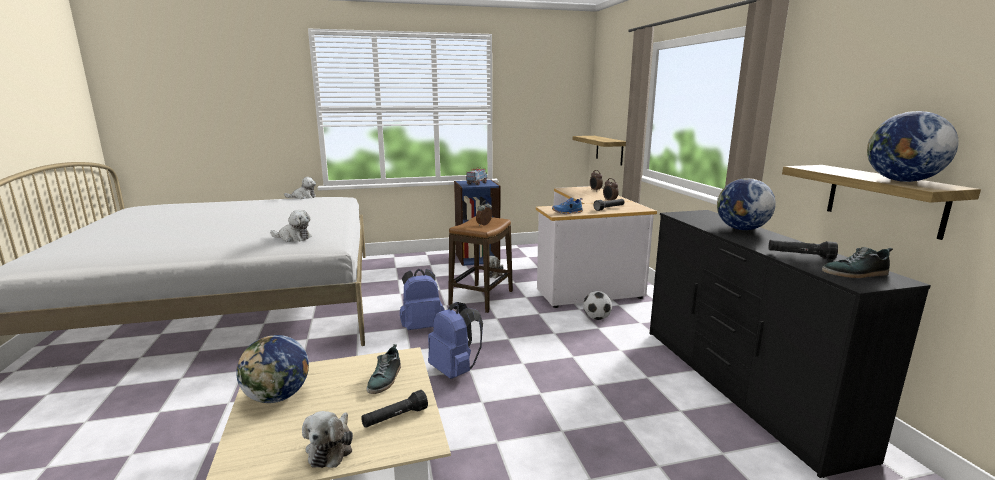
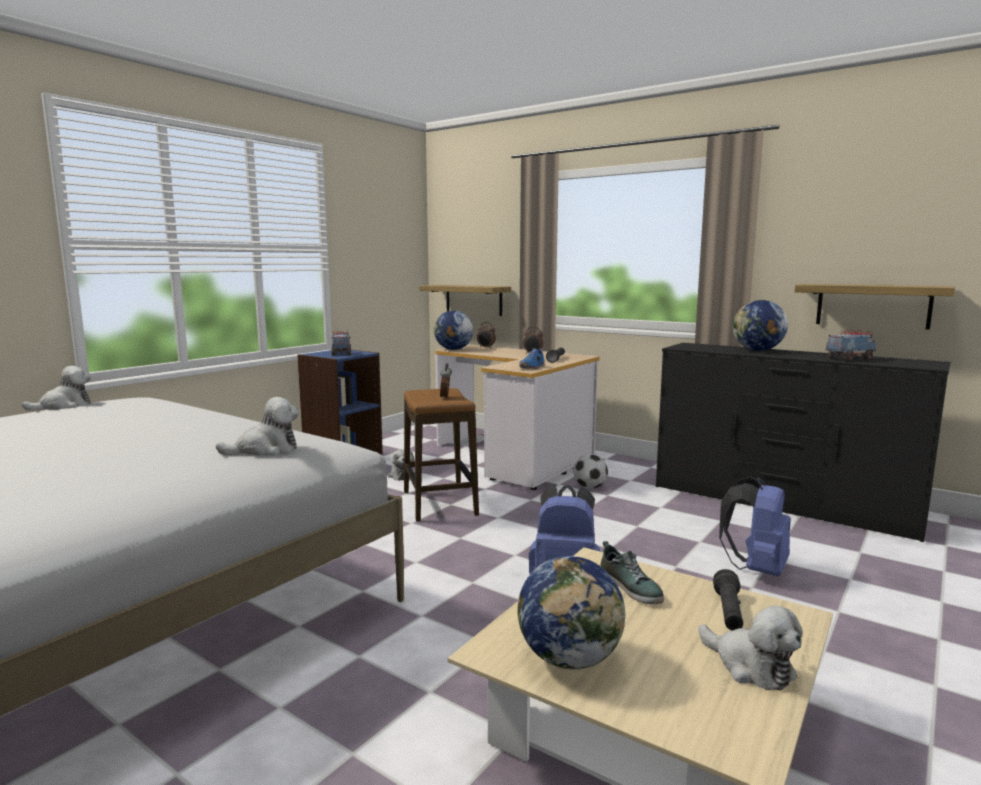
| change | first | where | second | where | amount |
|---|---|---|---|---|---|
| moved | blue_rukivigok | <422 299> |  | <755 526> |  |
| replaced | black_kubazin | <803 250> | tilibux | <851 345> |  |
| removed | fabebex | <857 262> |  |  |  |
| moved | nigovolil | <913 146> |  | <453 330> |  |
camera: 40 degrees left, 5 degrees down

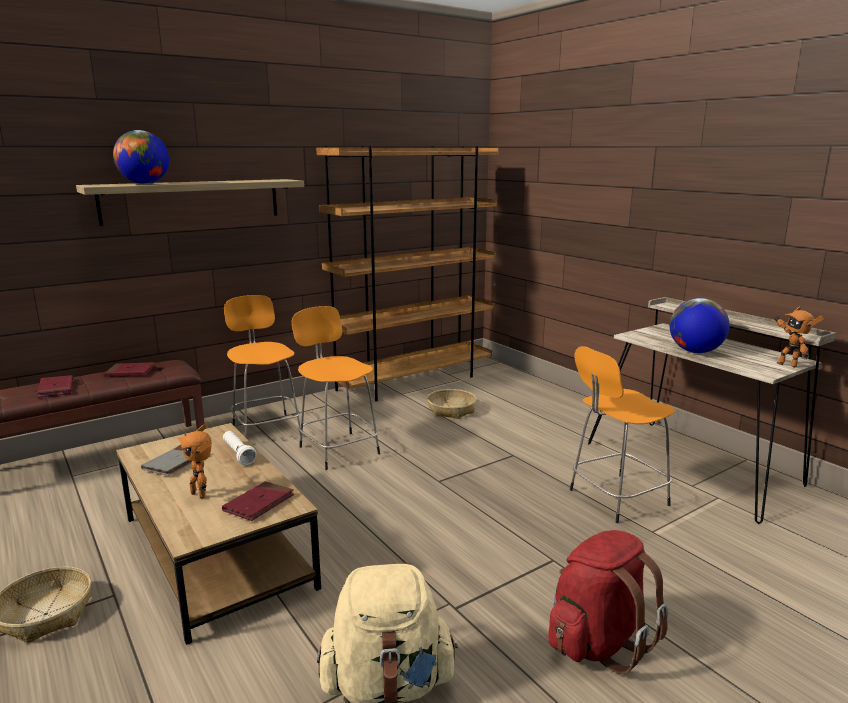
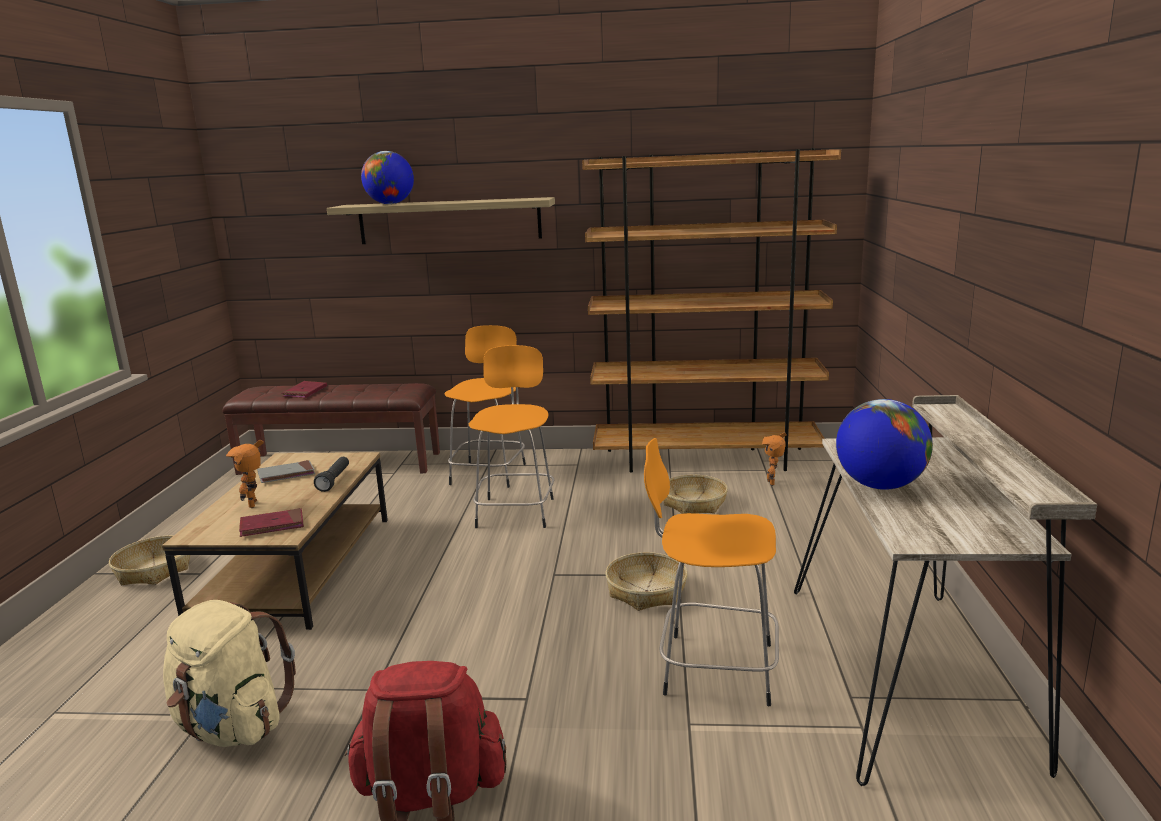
| change | first | where | second | where | amount |
|---|---|---|---|---|---|
| removed | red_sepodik | <130 369> |  |  |  |
| recoloured | white_kubazin | <240 448> | black_kubazin | <331 474> |  |
| moved | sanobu | <799 336> |  | <774 459> |  |
| added |  |  | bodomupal | <647 581> |  |
camera: 40 degrees right, 0 degrees up

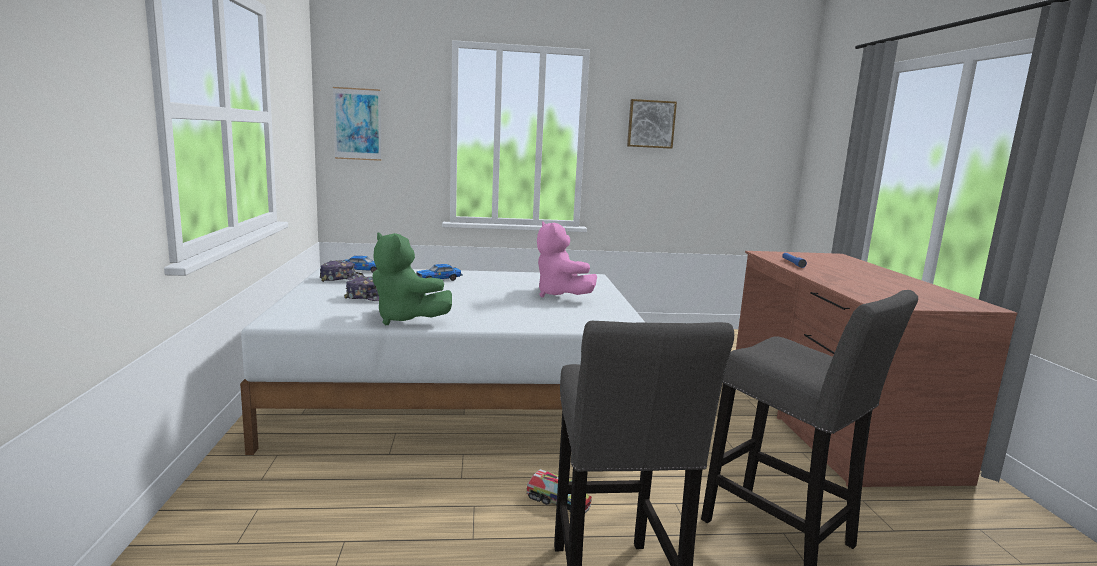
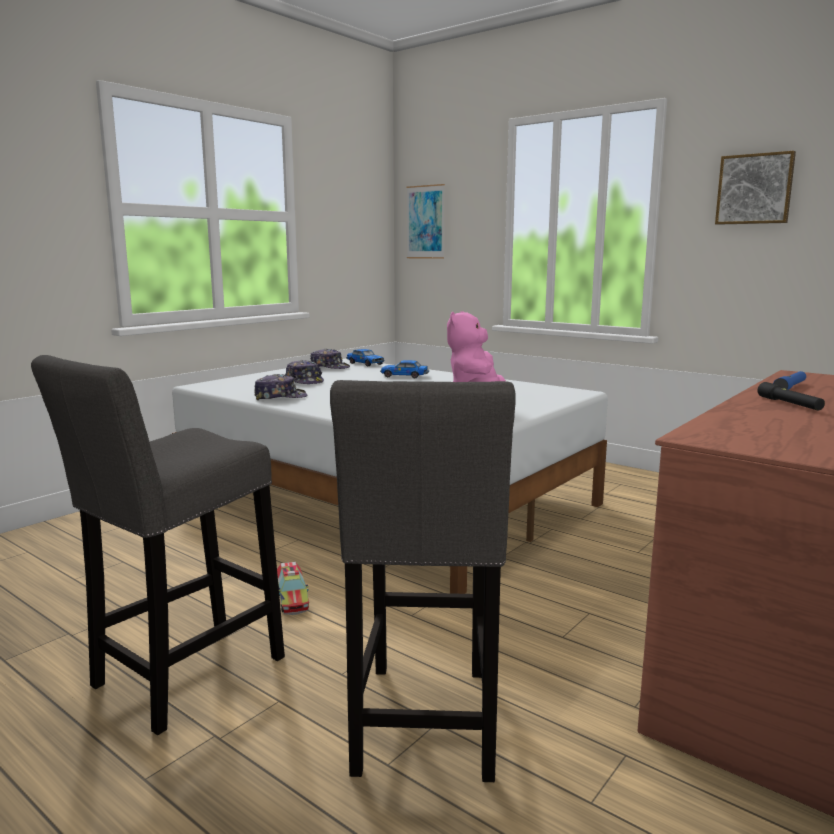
| change | first | where | second | where | amount |
|---|---|---|---|---|---|
| replaced | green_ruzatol | <412 278> | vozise | <280 387> |  |
| added |  |  | black_kubazin | <791 396> |  |
camera: 45 degrees right, 0 degrees up

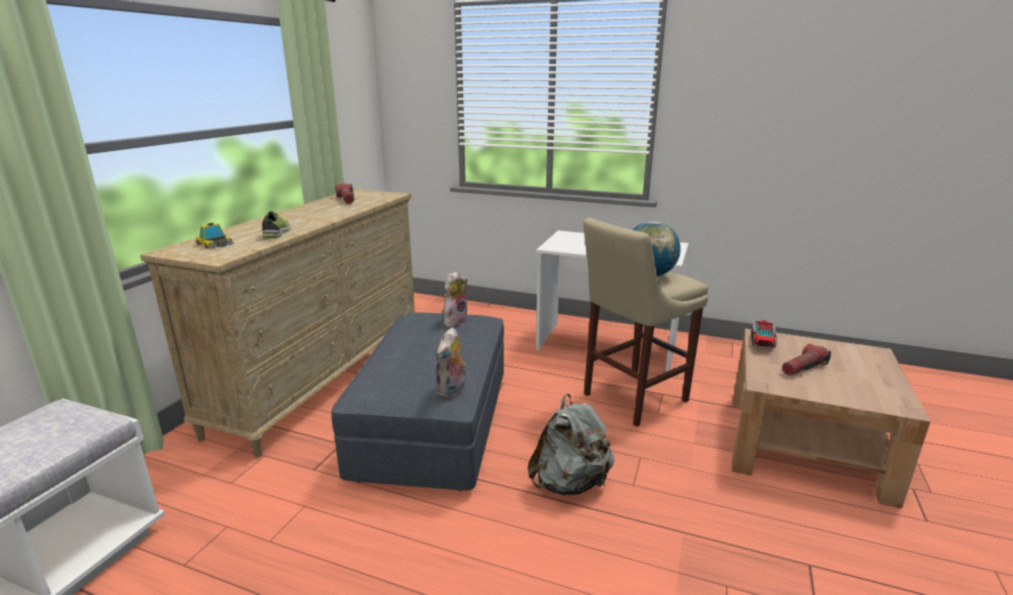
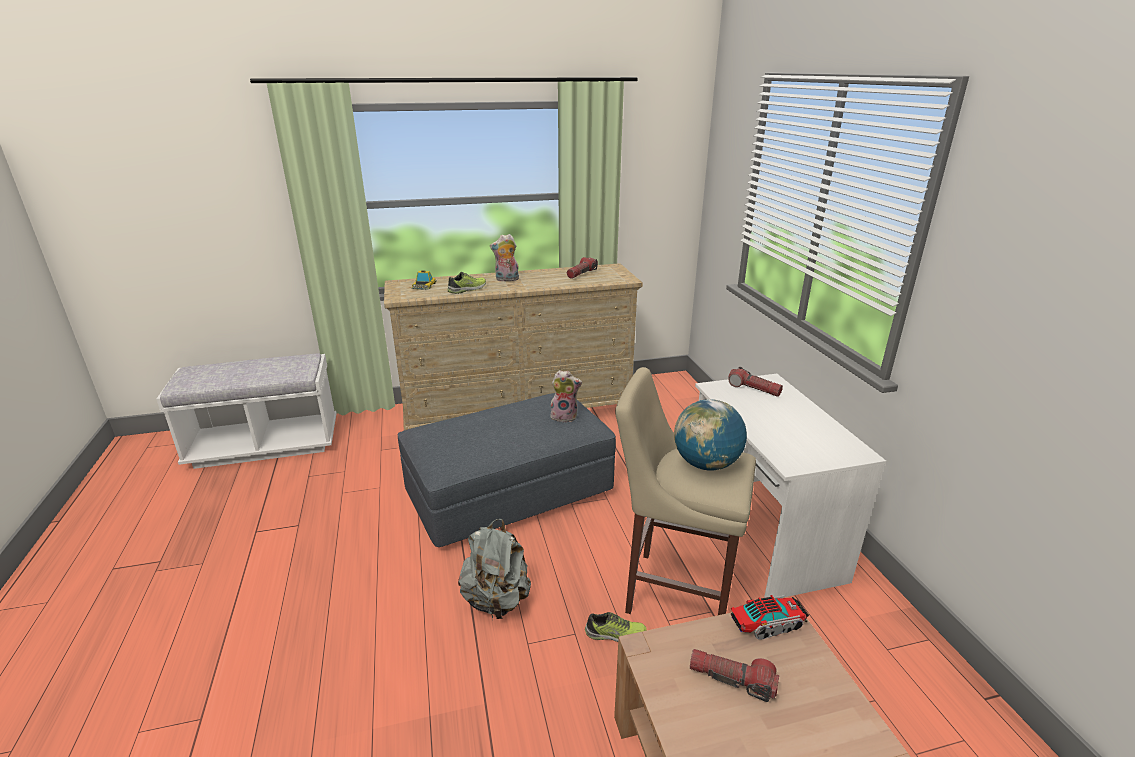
| change | first | where | second | where | amount |
|---|---|---|---|---|---|
| moved | ruzatol | <451 363> |  | <504 258> |  |
| added |  |  | fabebex | <616 627> |  |
| added |  |  | kubazin | <755 382> |  |
camera: 55 degrees right, 5 degrees up

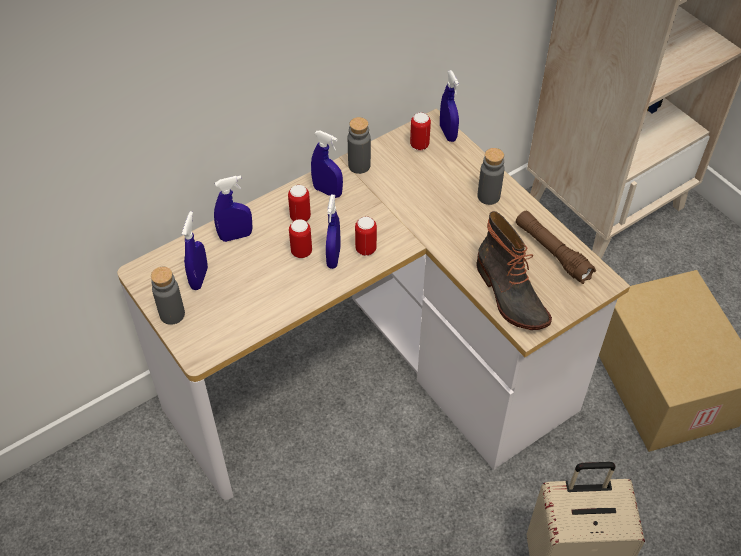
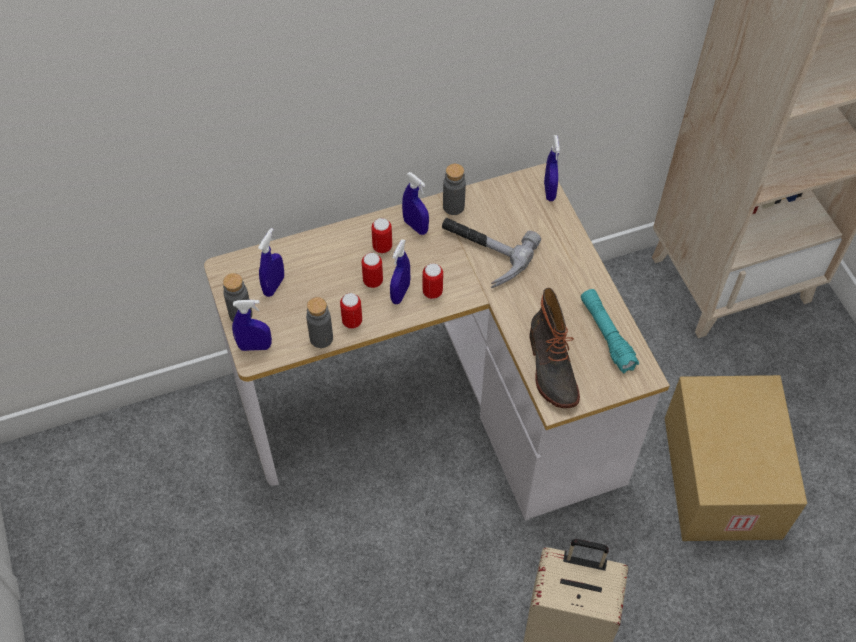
| change | first | where | second | where | amount |
|---|---|---|---|---|---|
| moved | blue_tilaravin | <233 208> |  | <252 325> |  |
| moved | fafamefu | <420 131> |  | <351 311> |  |
| moved | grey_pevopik | <491 176> |  | <319 322> |  |
| recoloured | brown_kubazin | <556 247> | turquoise_kubazin | <610 331> |  |
| added |  |  | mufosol | <491 253> |  |
camera: 15 degrees right, 5 degrees up

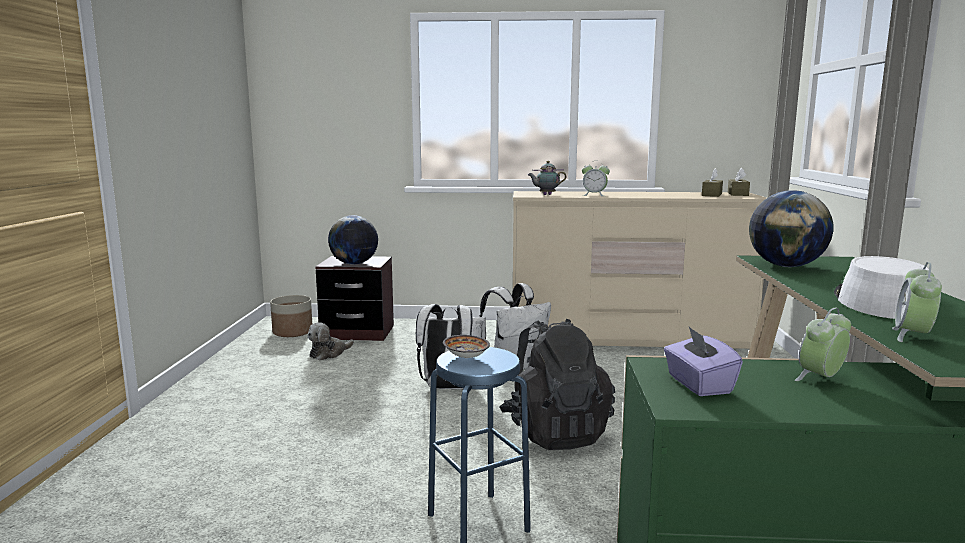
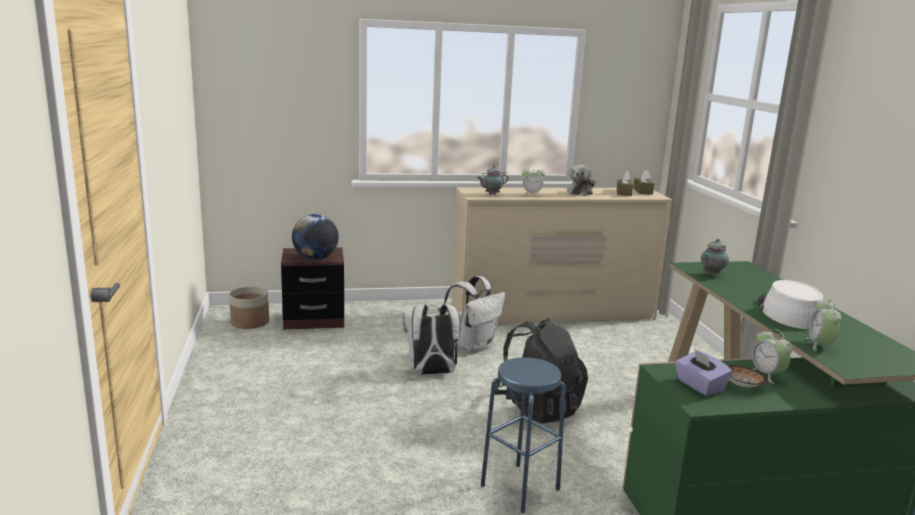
| change | first | where | second | where | amount |
|---|---|---|---|---|---|
| moved | ruzatol | <330 341> |  | <581 180> |  |
| moved | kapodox | <466 346> |  | <746 376> |  |
| replaced | nigovolil | <791 228> | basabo | <715 257> |  |
| turned | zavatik | <823 344> |  | <772 356> | 60 degrees counterclockwise |
camera: 15 degrees left, 5 degrees up

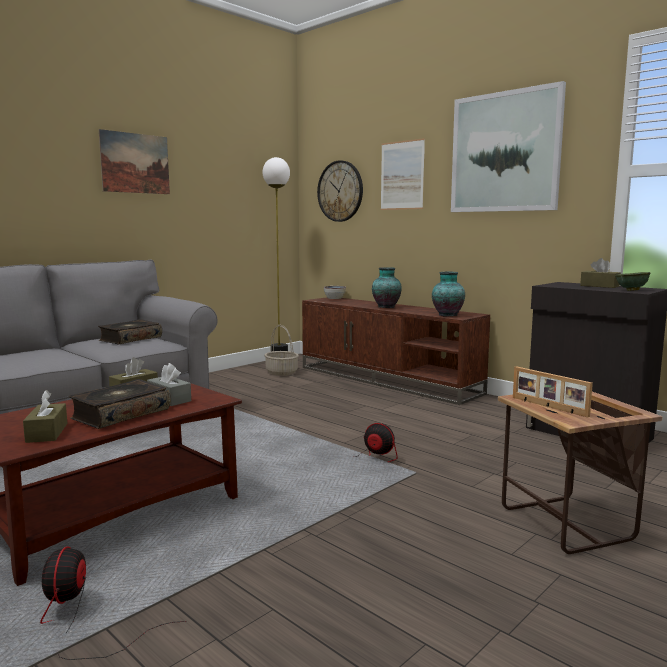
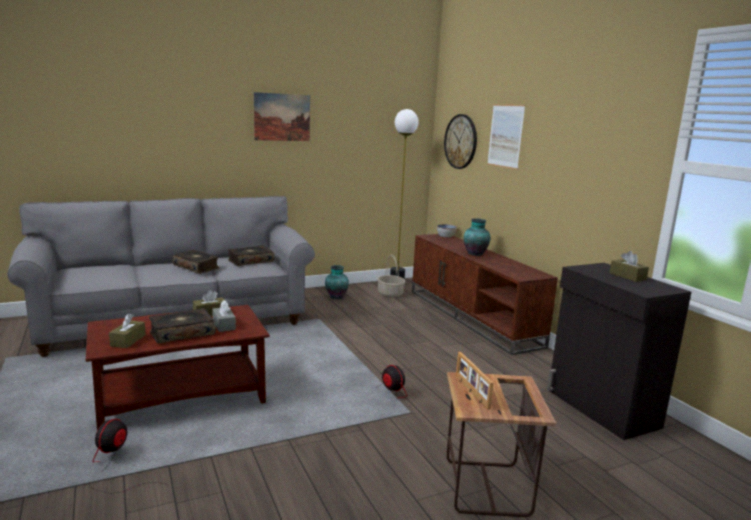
| change | first | where | second | where | amount |
|---|---|---|---|---|---|
| moved | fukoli | <448 294> |  | <337 282> |  |
| removed | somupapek | <508 146> |  |  |  |
| removed | green_kapodox | <632 281> |  |  |  |
| added |  |  | sepodik | <196 261> |  |
camera: 20 degrees right, 5 degrees up

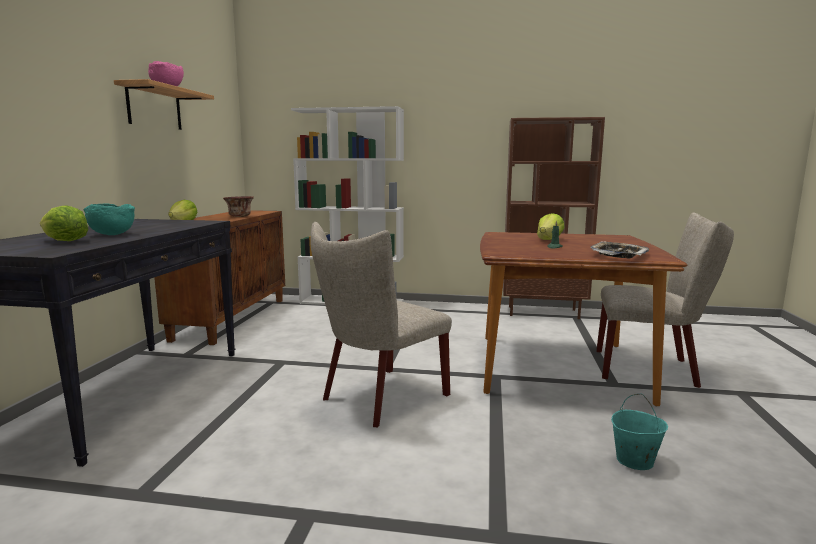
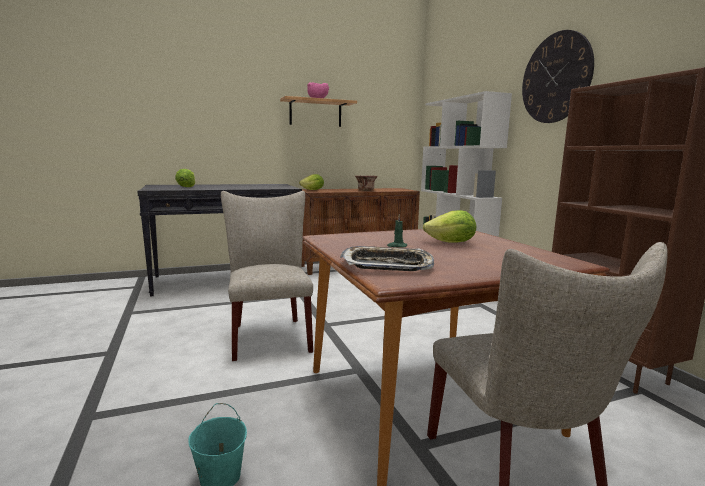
| change | first | where | second | where | amount |
|---|---|---|---|---|---|
| removed | turquoise_kapodox | <109 219> |  |  |  |
| turned | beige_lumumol | <381 324> |  | <267 276> | 60 degrees clockwise |
| added |  |  | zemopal | <558 76> |  |
camera: 60 degrees right, 0 degrees up

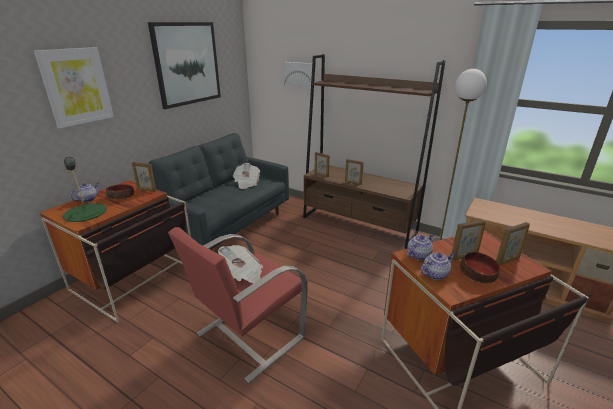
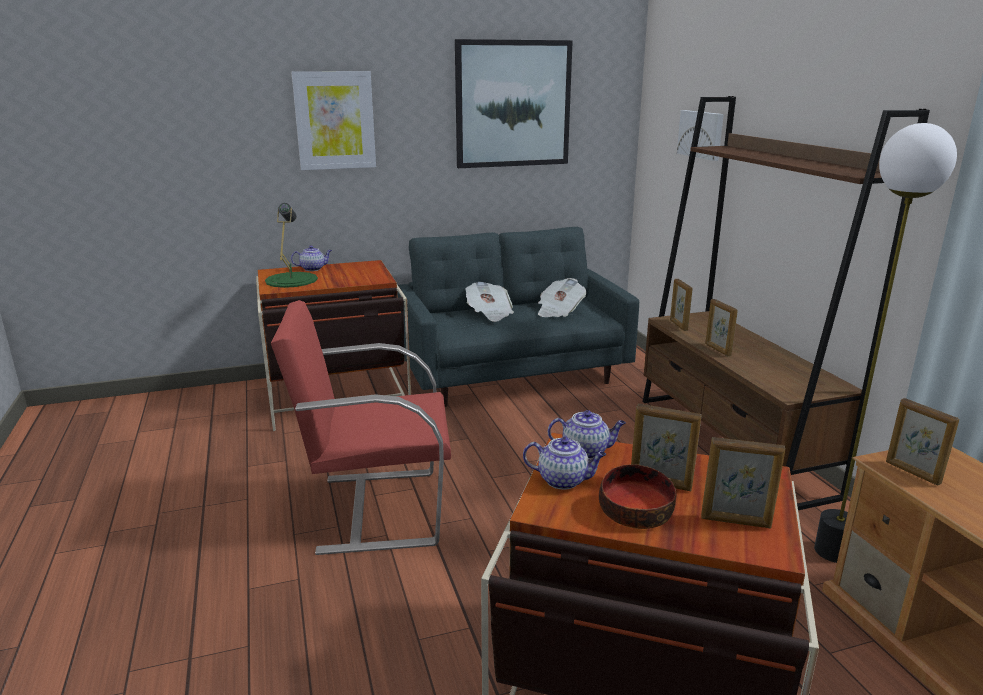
| change | first | where | second | where | amount |
|---|---|---|---|---|---|
| removed | kapodox | <120 192> |  |  |  |
| moved | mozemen | <144 177> |  | <922 442> |  |
| moved | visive | <240 264> |  | <489 302> |  |
camera: 40 degrees right, 5 degrees down

